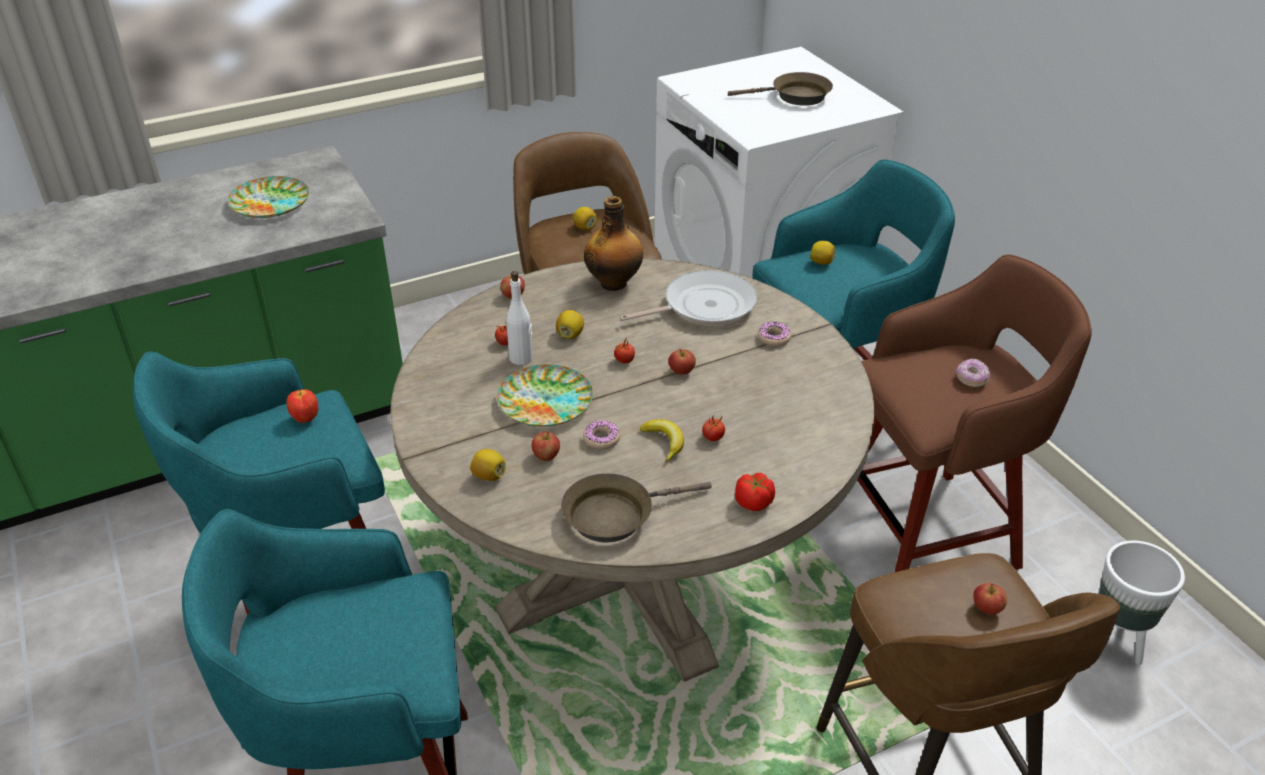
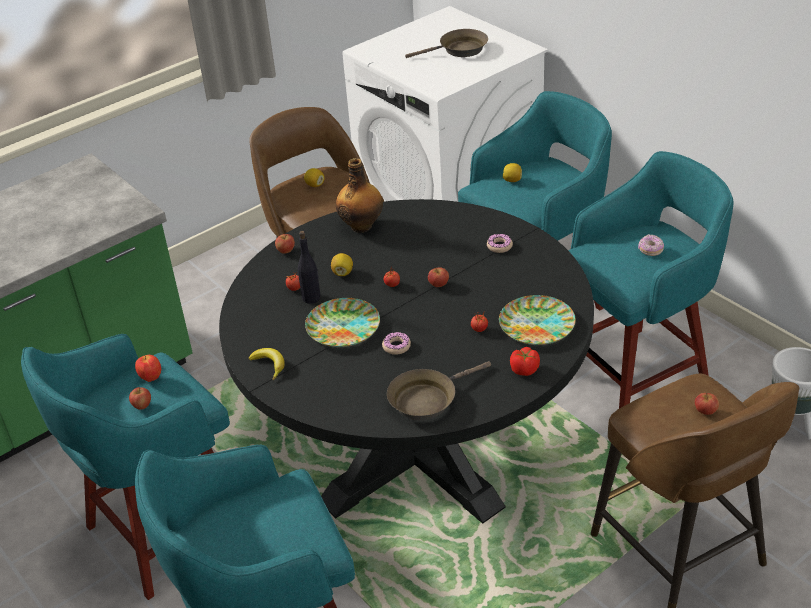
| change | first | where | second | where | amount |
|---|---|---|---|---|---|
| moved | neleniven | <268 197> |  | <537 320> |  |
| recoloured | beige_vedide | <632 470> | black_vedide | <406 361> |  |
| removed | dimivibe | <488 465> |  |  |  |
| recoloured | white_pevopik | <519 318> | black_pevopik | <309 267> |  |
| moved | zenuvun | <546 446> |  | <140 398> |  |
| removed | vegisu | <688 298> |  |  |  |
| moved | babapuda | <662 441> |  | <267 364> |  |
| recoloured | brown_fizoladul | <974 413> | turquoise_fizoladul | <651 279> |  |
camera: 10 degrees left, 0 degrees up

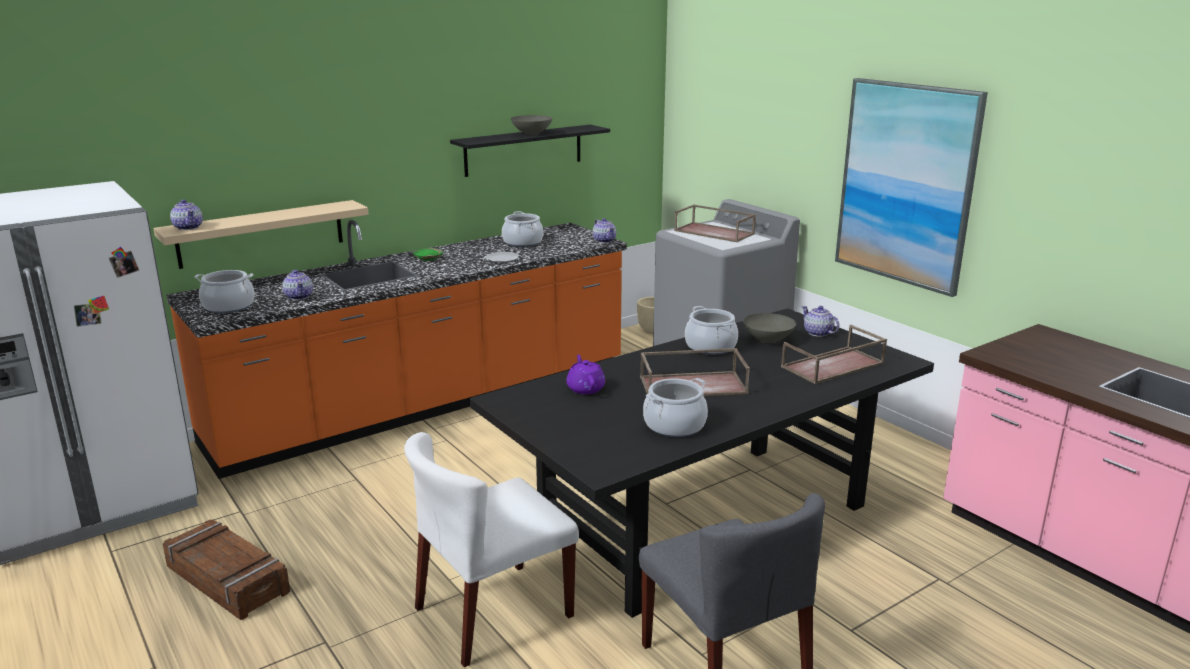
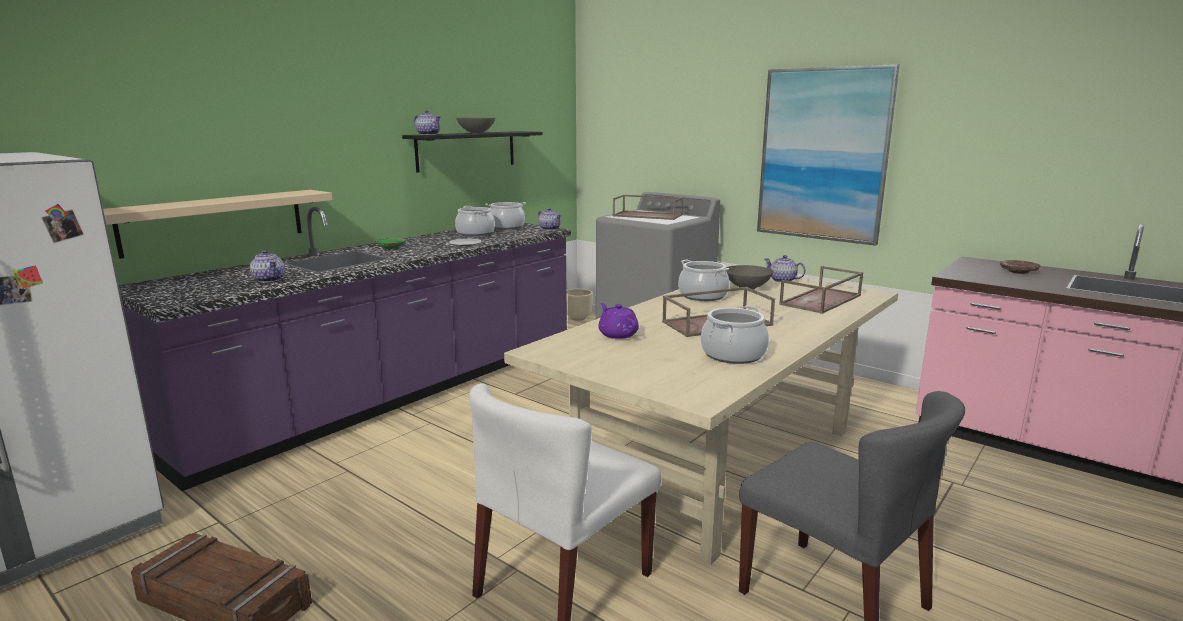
| change | first | where | second | where | amount |
|---|---|---|---|---|---|
| recoloured | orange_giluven | <396 349> | purple_giluven | <345 349> |  |
| moved | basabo | <186 214> |  | <427 122> |  |
| moved | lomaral | <224 291> |  | <505 216> |  |
| recoloured | black_vedide | <701 463> | beige_vedide | <701 421> |  |
| added |  |  | brown_neleniven | <1020 267> |  |
camera: 15 degrees left, 5 degrees down

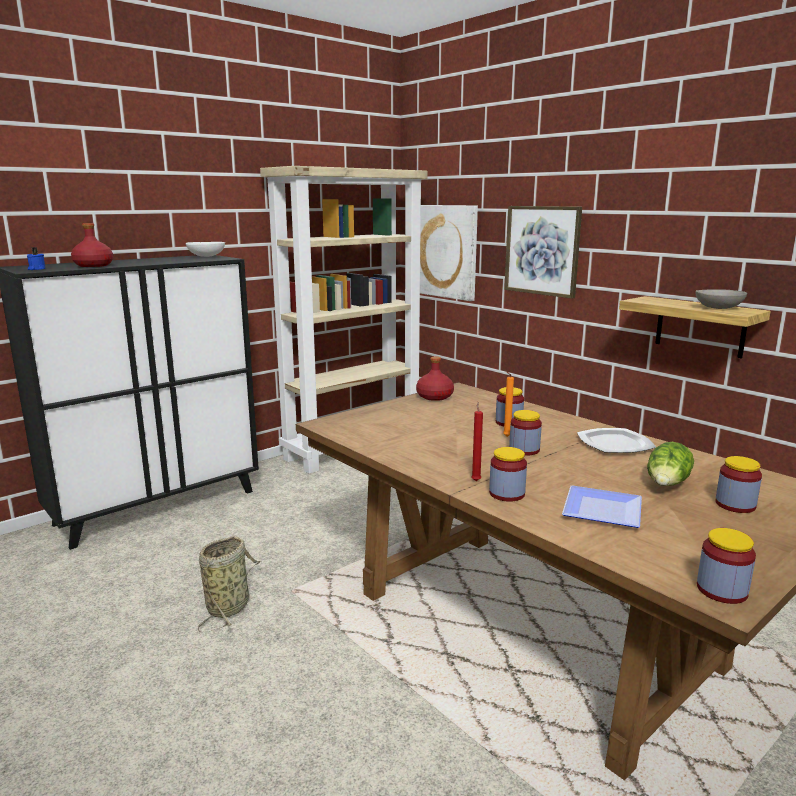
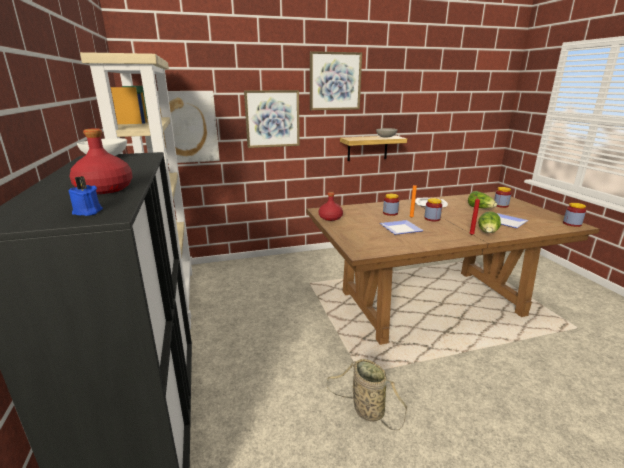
| change | first | where | second | where | amount |
|---|---|---|---|---|---|
| replaced | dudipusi | <508 474> | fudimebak | <489 222> |  |
| added |  |  | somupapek | <336 80> |  |
| added |  |  | neleniven | <402 227> |  |
camera: 65 degrees left, 5 degrees up

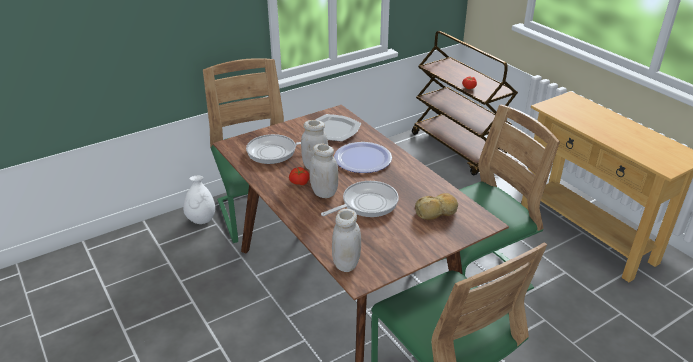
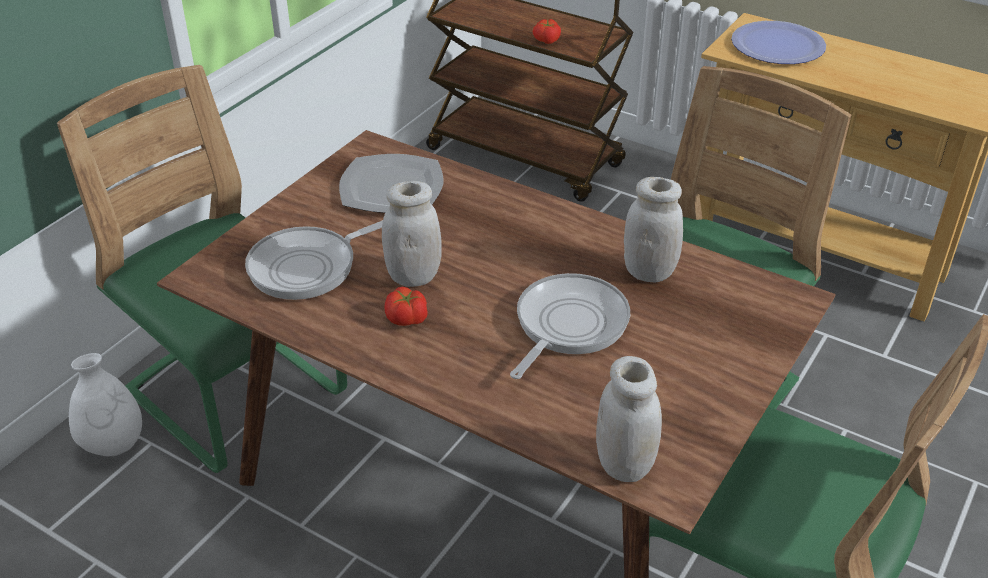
| change | first | where | second | where | amount |
|---|---|---|---|---|---|
| moved | white_dudipusi | <324 170> |  | <653 230> |  |
| moved | neleniven | <363 157> |  | <778 42> |  |
| removed | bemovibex | <436 206> |  |  |  |
camera: 25 degrees left, 5 degrees up

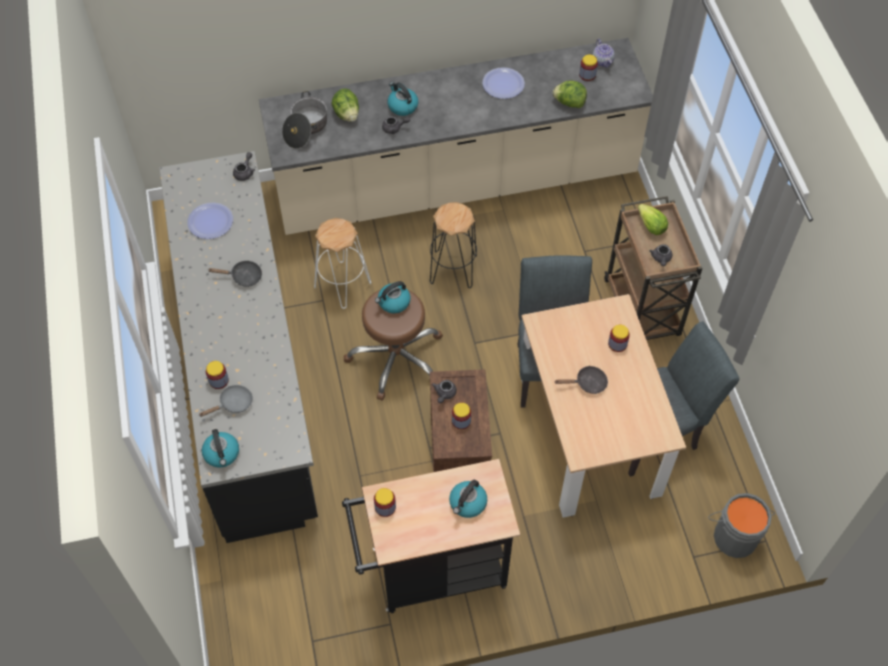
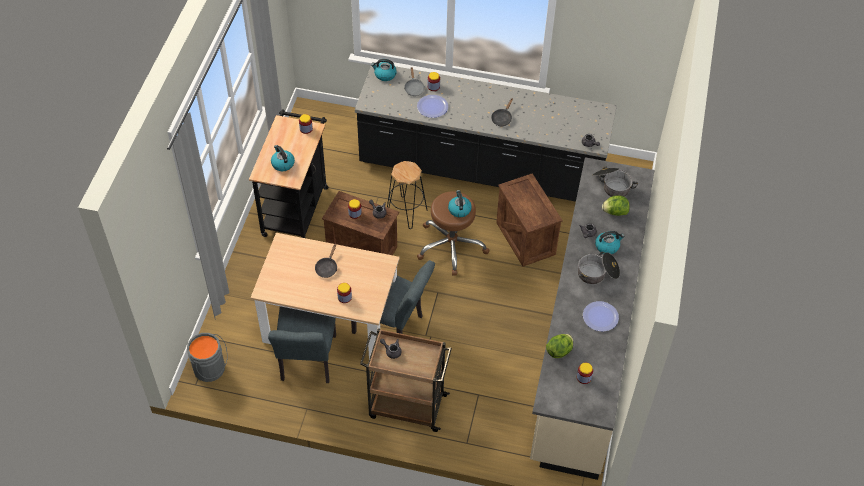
| change | first | where | second | where | amount |
|---|---|---|---|---|---|
| moved | neleniven | <210 220> |  | <432 106> |  |
| replaced | white_fizoladul | <342 263> | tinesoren | <529 220> |  |
| moved | black_fizoladul | <453 245> |  | <407 195> |  |
| removed | basabo | <604 53> |  |  |  |
| removed | fudimebak | <653 219> |  |  |  |
| added |  |  | lomaral | <599 268> |  |
camera: 115 degrees right, 5 degrees down

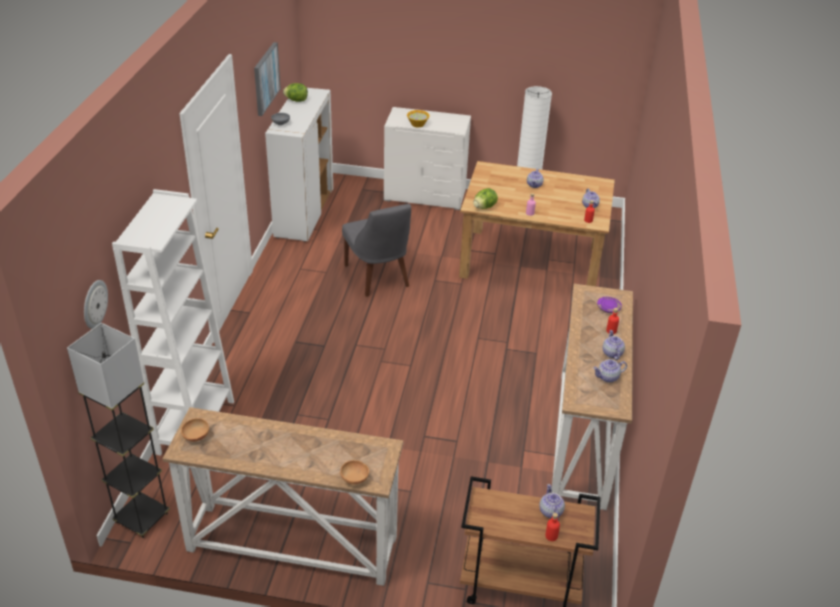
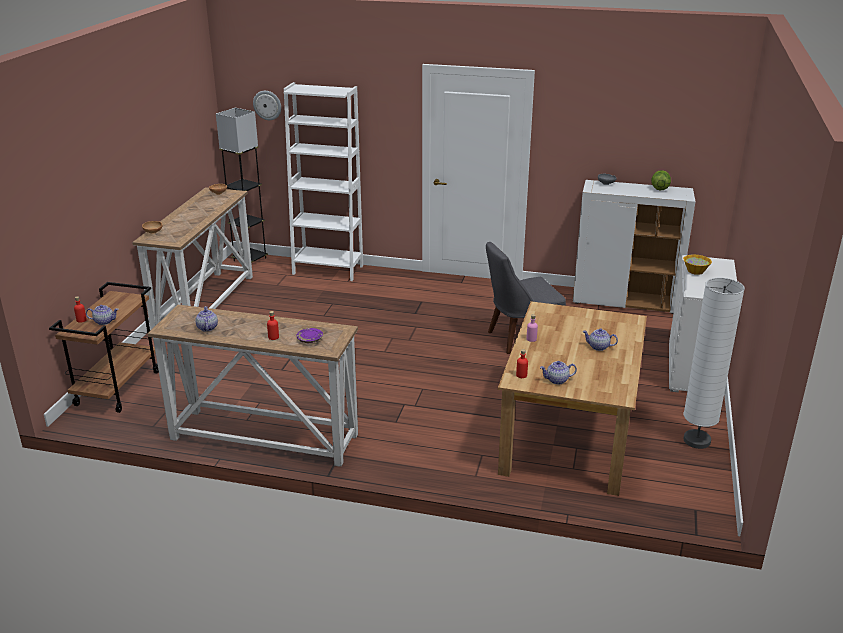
| change | first | where | second | where | amount |
|---|---|---|---|---|---|
| removed | somupapek | <267 79> |  |  |  |
| removed | fudimebak | <485 198> |  |  |  |
| removed | basabo | <614 345> |  |  |  |
camera: 95 degrees right, 10 degrees down

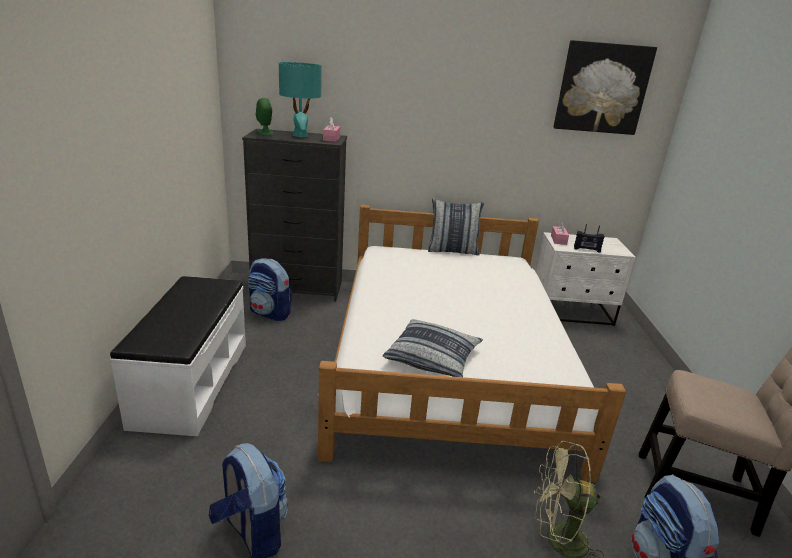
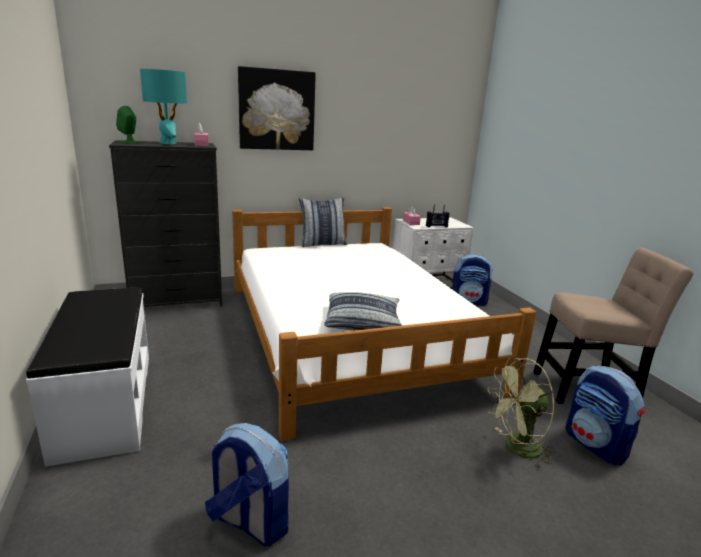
| change | first | where | second | where | amount |
|---|---|---|---|---|---|
| moved | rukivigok | <270 289> |  | <472 280> |  |
| moved | somupapek | <605 87> |  | <277 108> |  |
camera: 20 degrees left, 5 degrees down

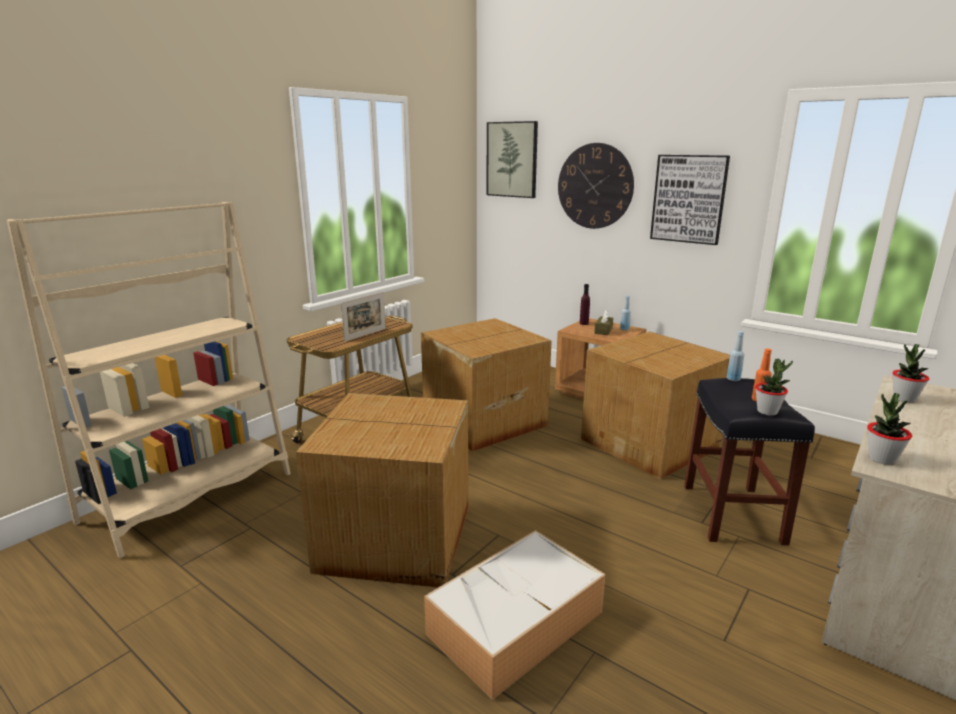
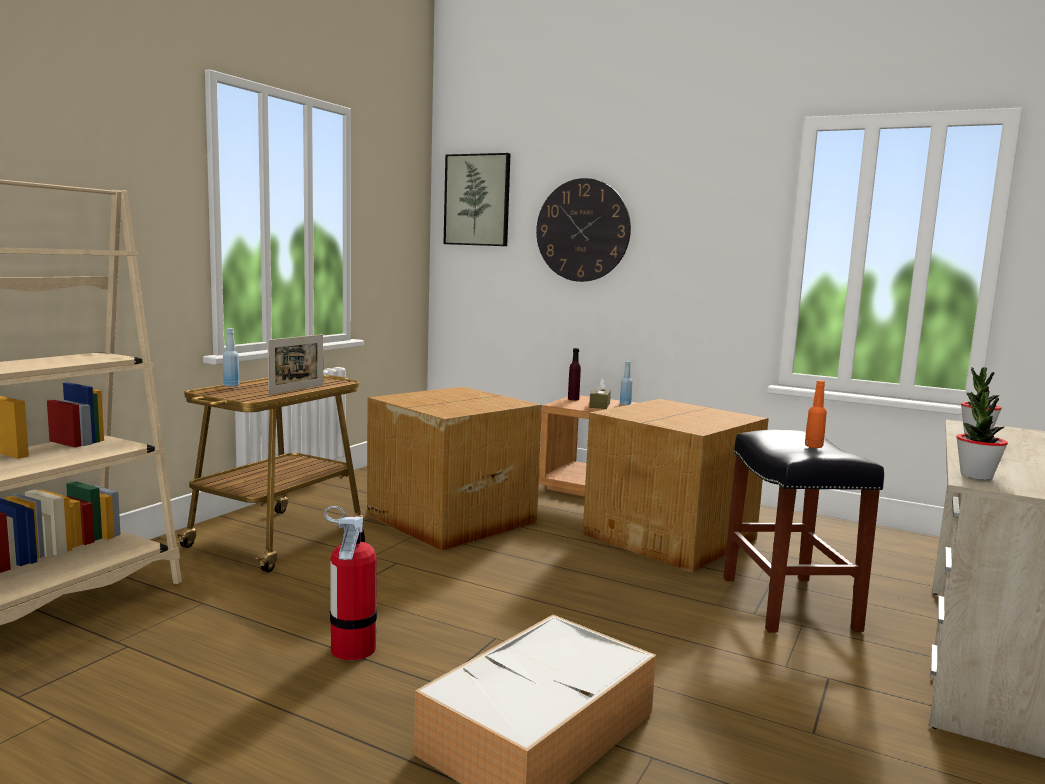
| change | first | where | second | where | amount |
|---|---|---|---|---|---|
| replaced | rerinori | <382 490> | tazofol | <351 583> |  |
| removed | somupapek | <690 200> |  |  |  |
| moved | blue_pevopik | <735 356> |  | <231 357> |  |
| removed | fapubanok | <774 387> |  |  |  |
camera: 10 degrees left, 10 degrees down

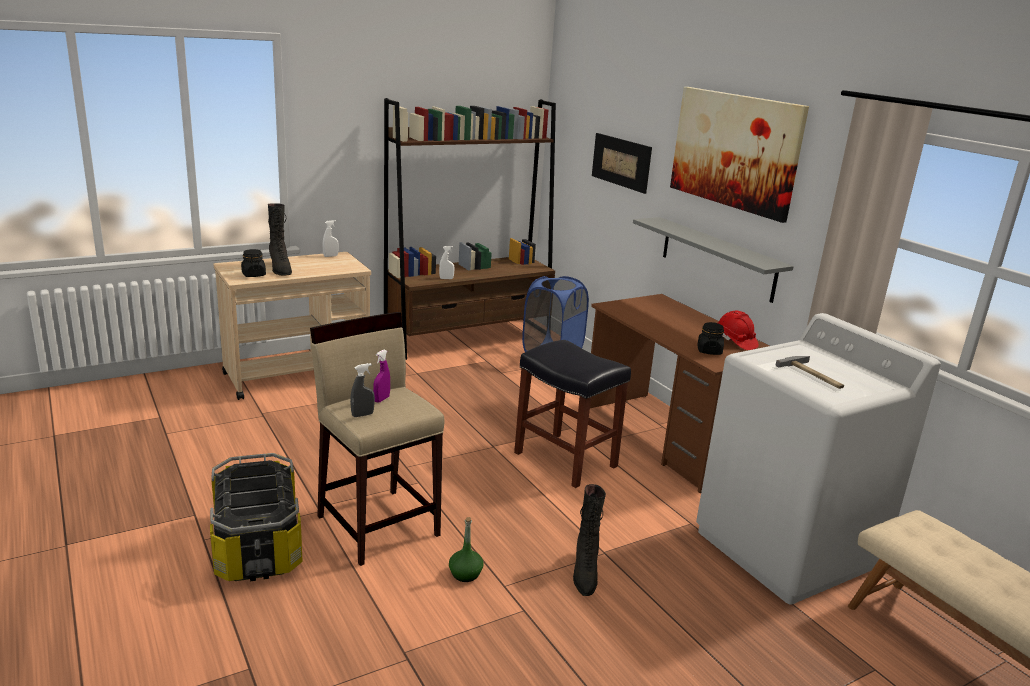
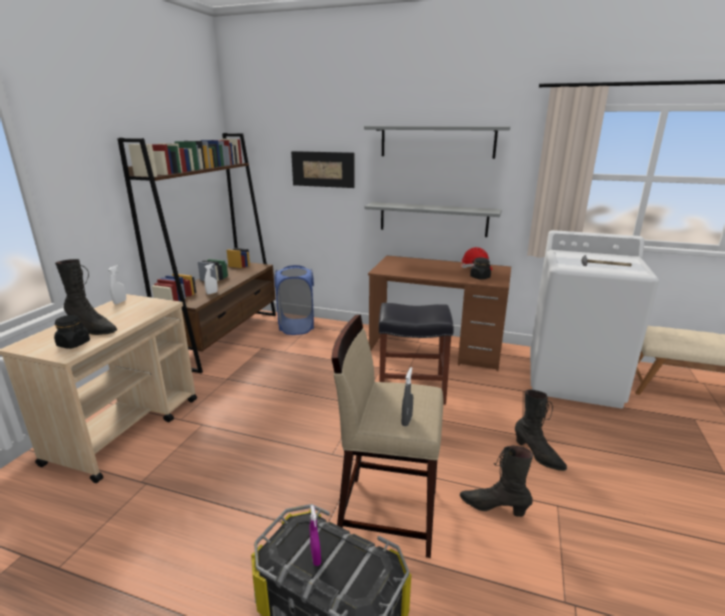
| change | first | where | second | where | amount |
|---|---|---|---|---|---|
| moved | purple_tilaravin | <381 376> |  | <315 535> |  |
| replaced | green_pevopik | <466 549> | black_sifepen | <496 481> |  |
| replaced | somupapek | <739 155> | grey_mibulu | <437 142> |  |
camera: 40 degrees left, 0 degrees up

